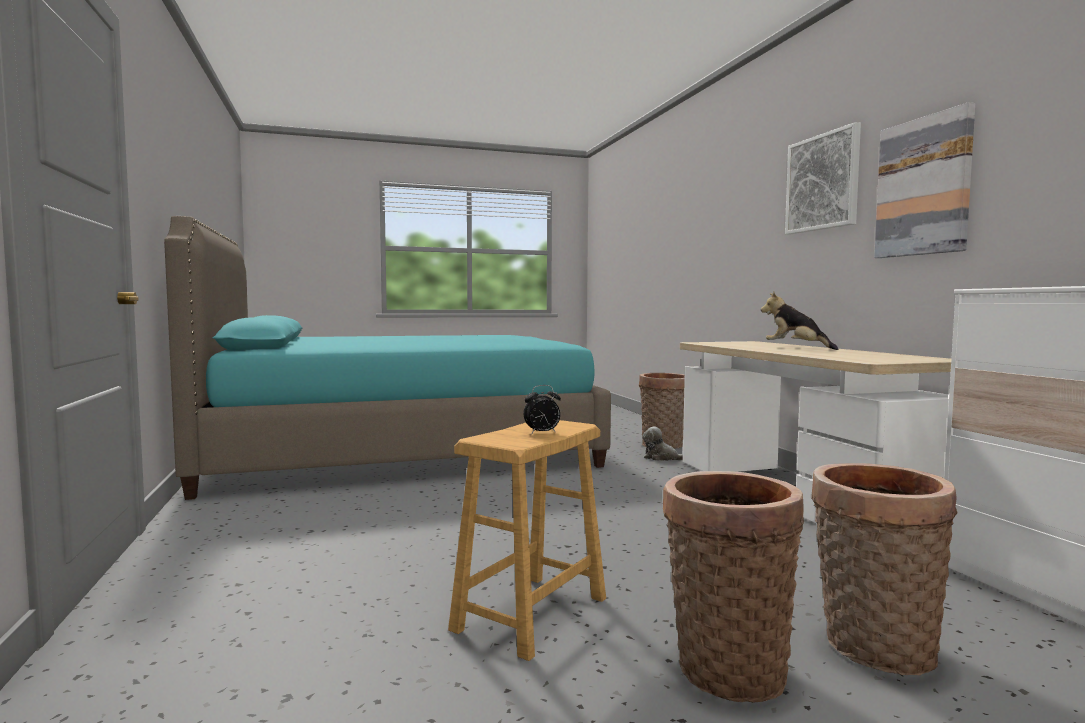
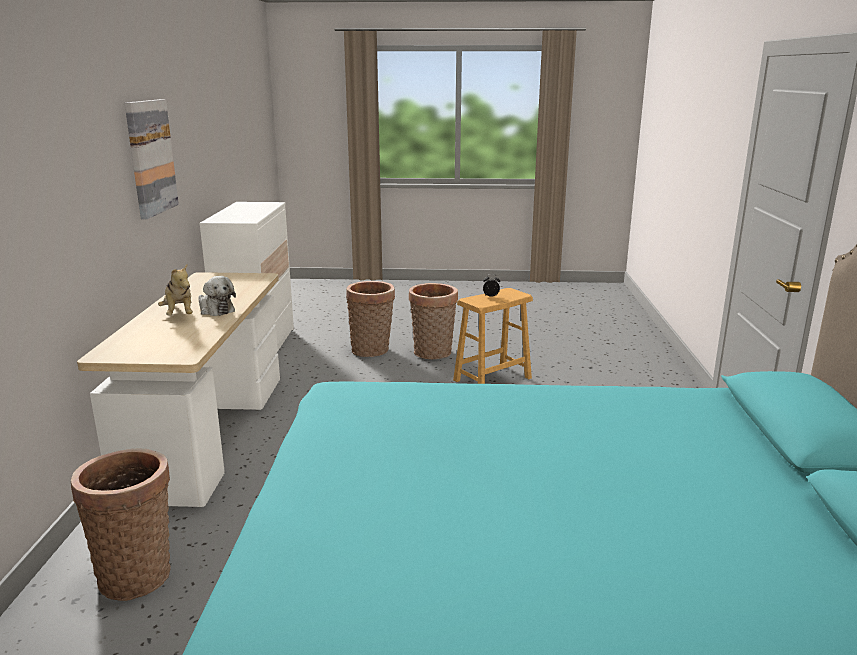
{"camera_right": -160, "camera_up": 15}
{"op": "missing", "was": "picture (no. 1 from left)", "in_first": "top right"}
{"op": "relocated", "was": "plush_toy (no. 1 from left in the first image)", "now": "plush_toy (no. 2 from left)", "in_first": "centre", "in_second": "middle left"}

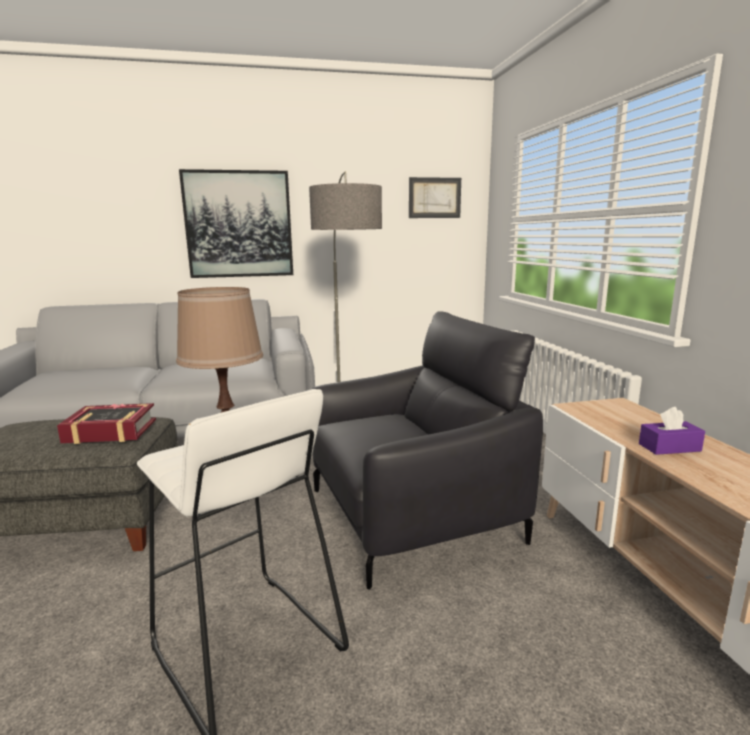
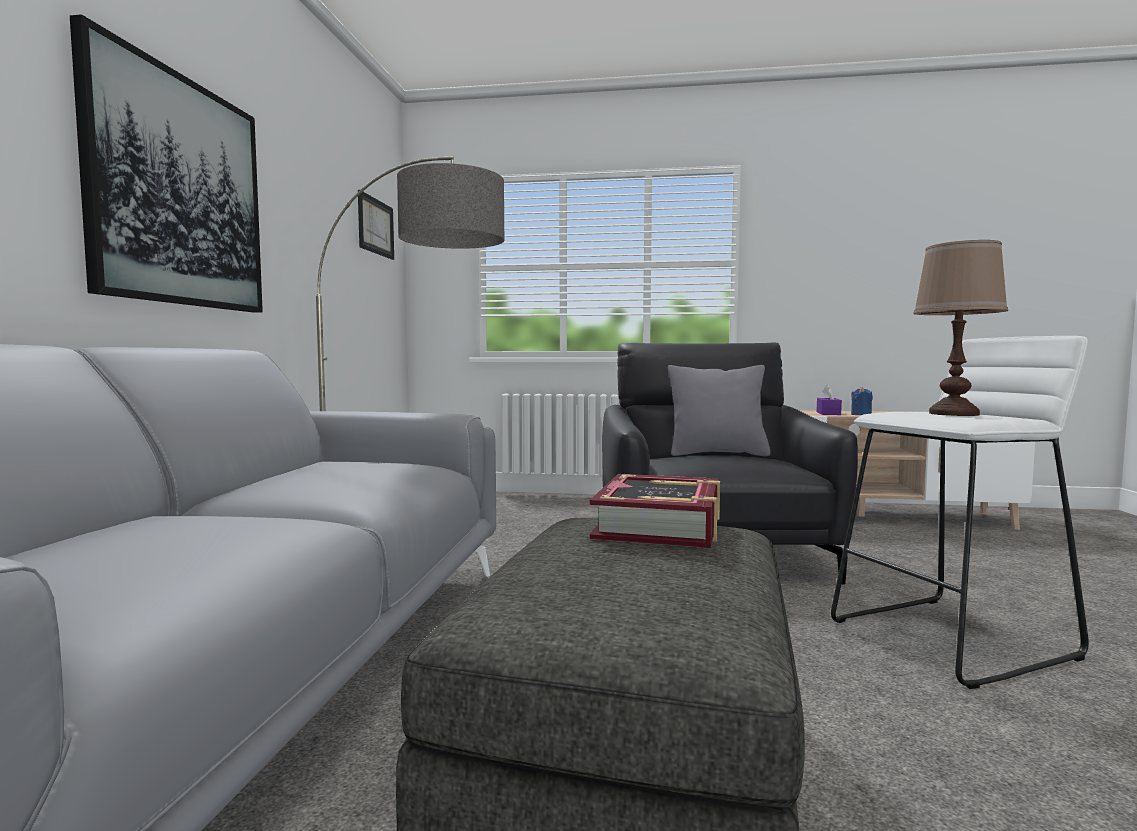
{"camera_right": -70, "camera_up": -10}
{"op": "appeared", "now": "grey_pillow", "in_second": "centre"}
{"op": "appeared", "now": "blue_candle", "in_second": "middle right"}

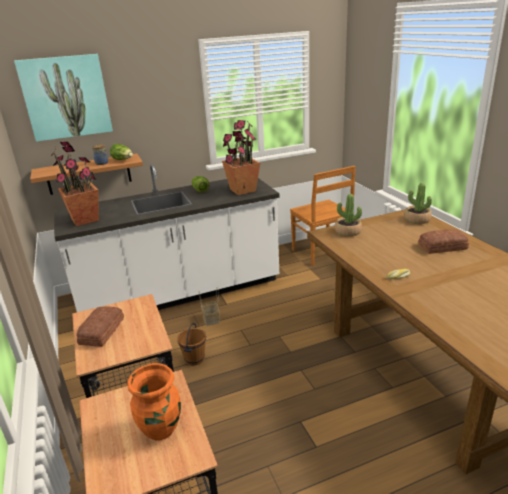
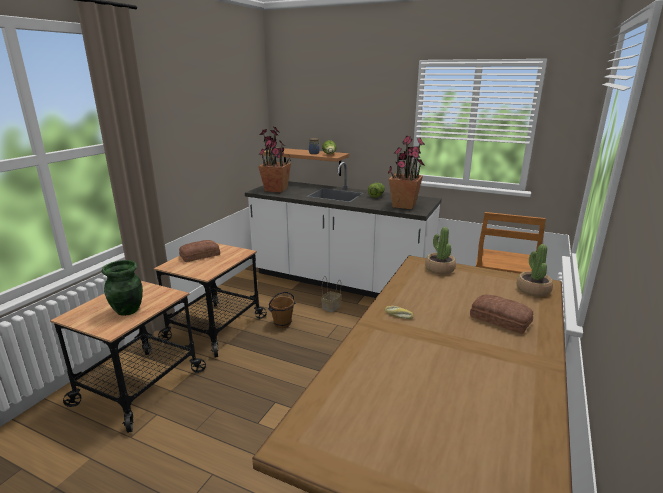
{"camera_right": 45, "camera_up": -5}
{"op": "missing", "was": "picture", "in_first": "top left"}
{"op": "colour", "was": "orange_vase", "now": "green_vase", "in_first": "bottom left", "in_second": "middle left"}

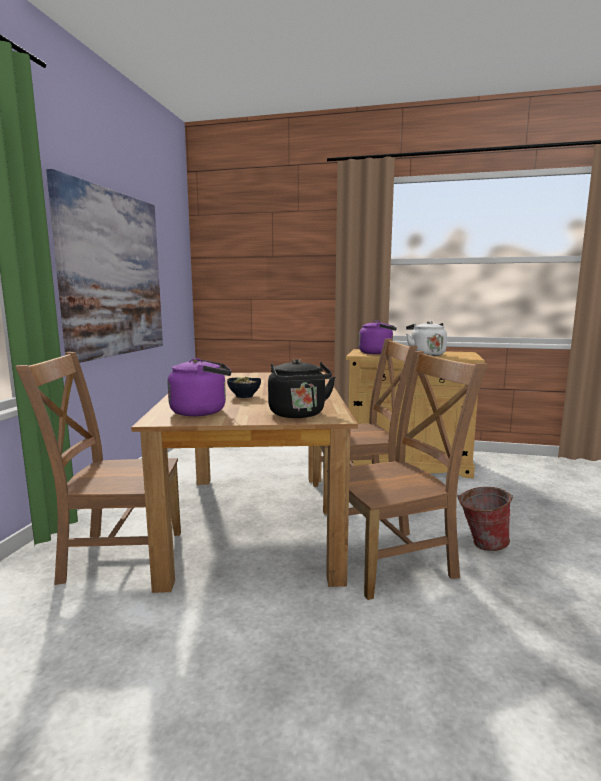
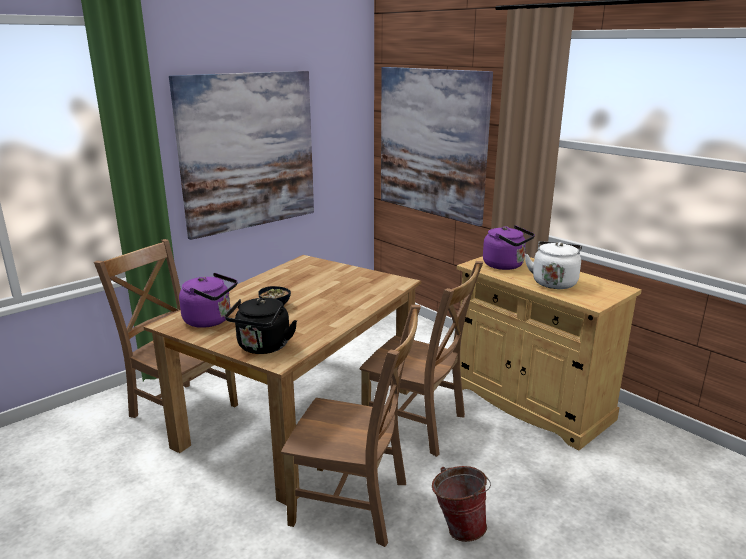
{"camera_right": 35, "camera_up": 10}
{"op": "appeared", "now": "picture (no. 2 from left)", "in_second": "top centre"}

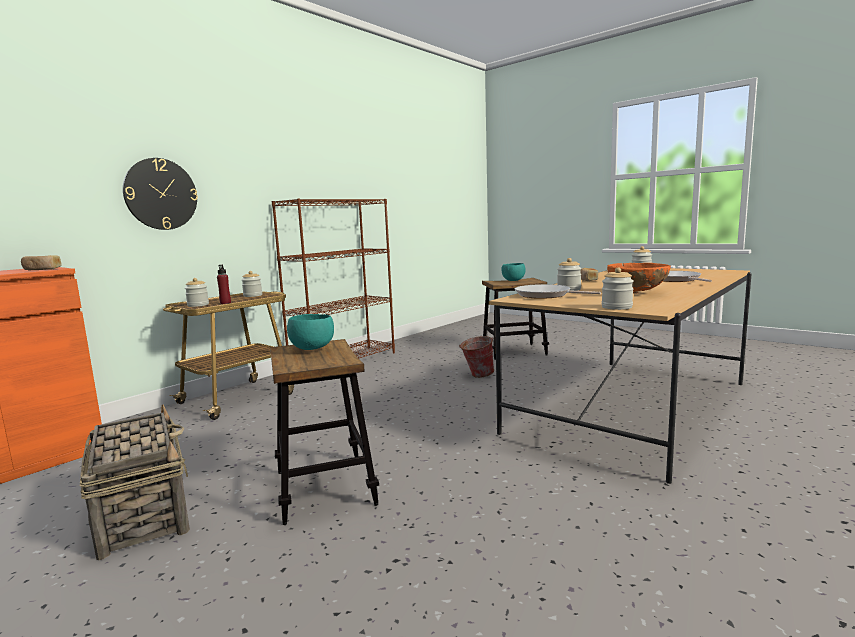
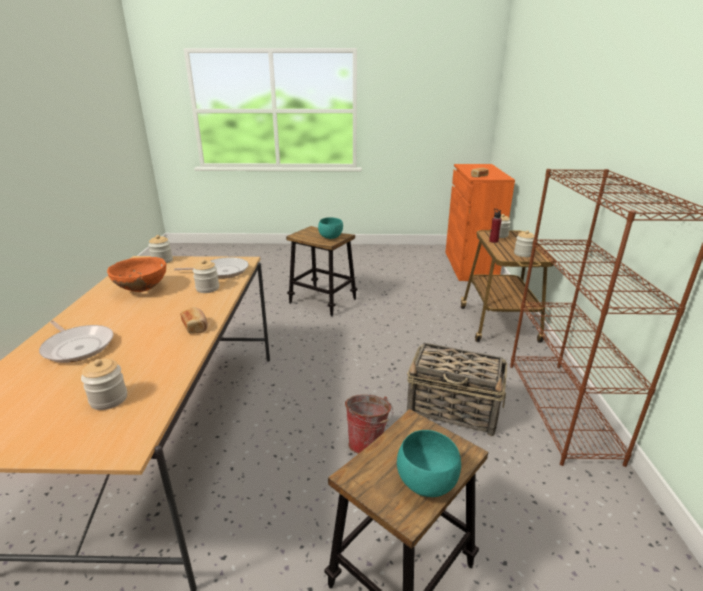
{"camera_right": 140, "camera_up": 15}
{"op": "missing", "was": "wall_clock", "in_first": "top left"}
{"op": "relocated", "was": "basket", "in_first": "bottom left", "in_second": "centre"}

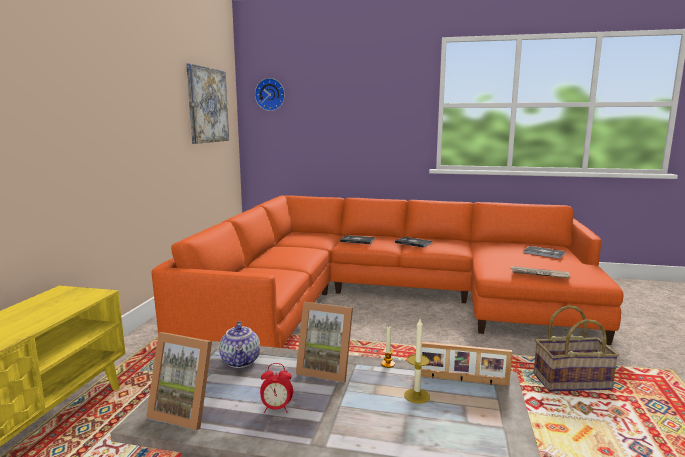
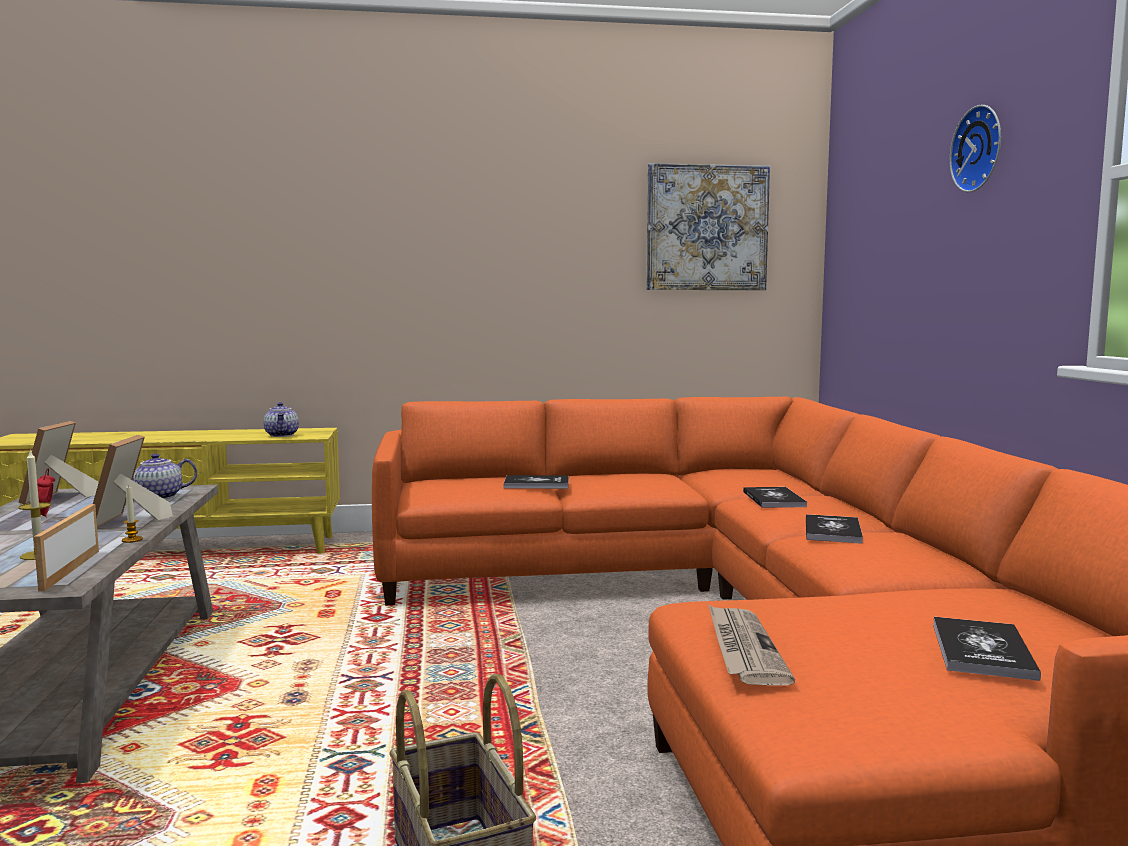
{"camera_right": 70, "camera_up": -5}
{"op": "appeared", "now": "teapot (no. 2 from left)", "in_second": "middle left"}
{"op": "appeared", "now": "book (no. 1 from left)", "in_second": "centre"}
{"op": "relocated", "was": "wall_clock", "in_first": "top centre", "in_second": "top right"}

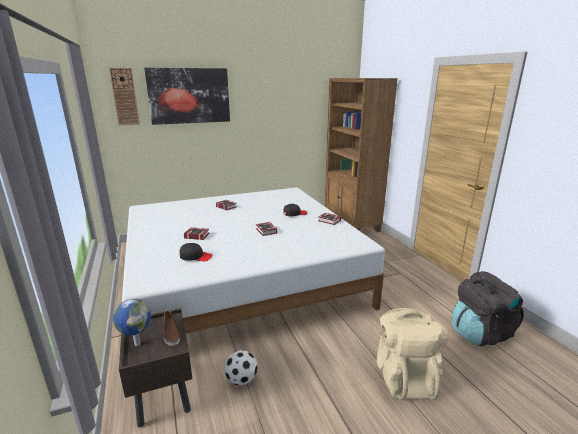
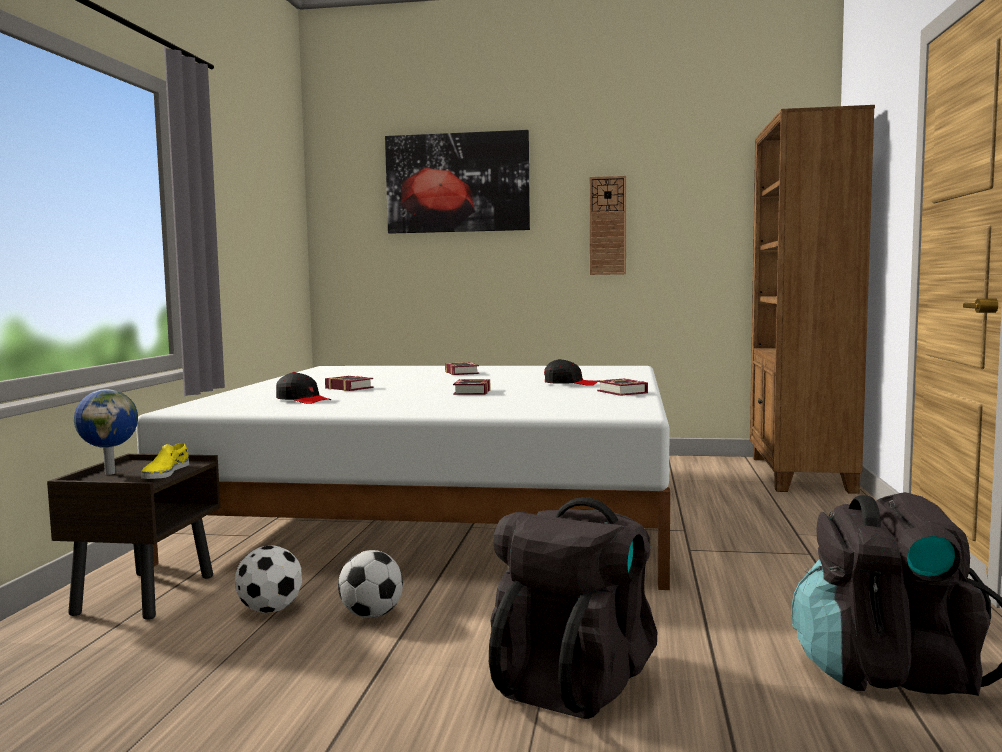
{"camera_right": 30, "camera_up": -15}
{"op": "appeared", "now": "football (no. 2 from left)", "in_second": "bottom centre"}
{"op": "relocated", "was": "wall_clock", "in_first": "top left", "in_second": "top centre"}
{"op": "colour", "was": "brown_shoe", "now": "yellow_shoe", "in_first": "bottom left", "in_second": "middle left"}
{"op": "colour", "was": "beige_backpack", "now": "black_backpack (no. 1 from left)", "in_first": "bottom right", "in_second": "bottom centre"}

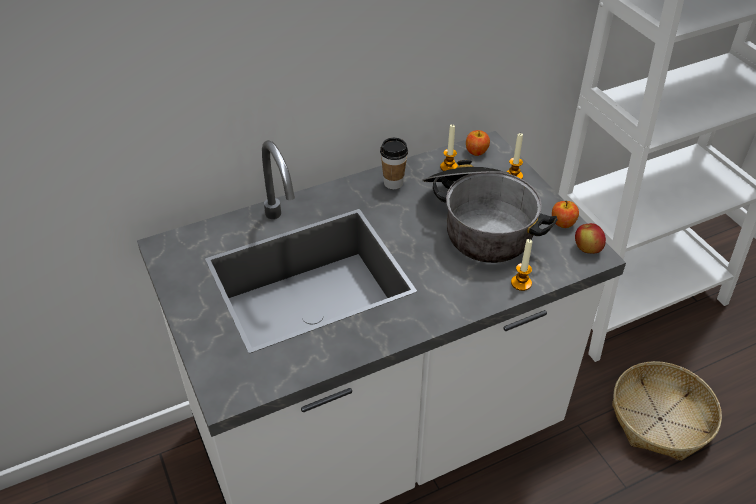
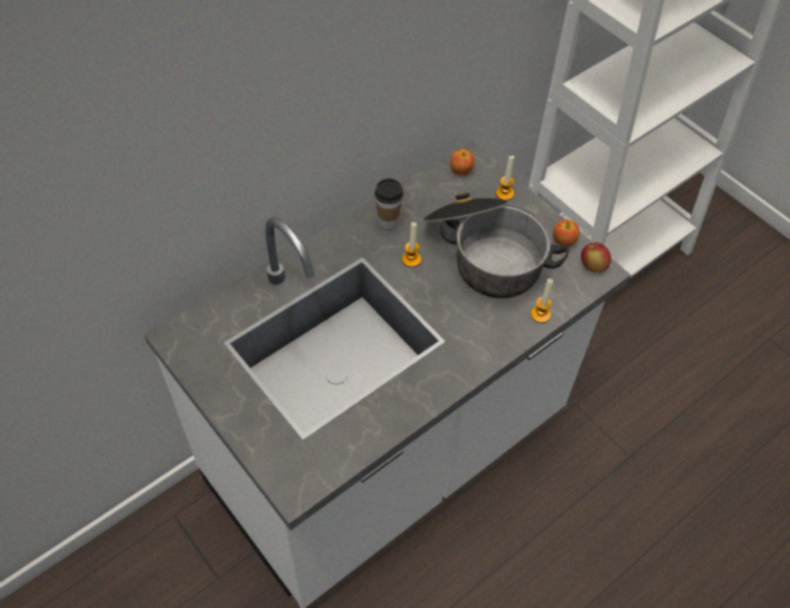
{"camera_right": -15, "camera_up": 10}
{"op": "missing", "was": "basket", "in_first": "bottom right"}
{"op": "relocated", "was": "candle (no. 1 from left)", "in_first": "top centre", "in_second": "centre"}

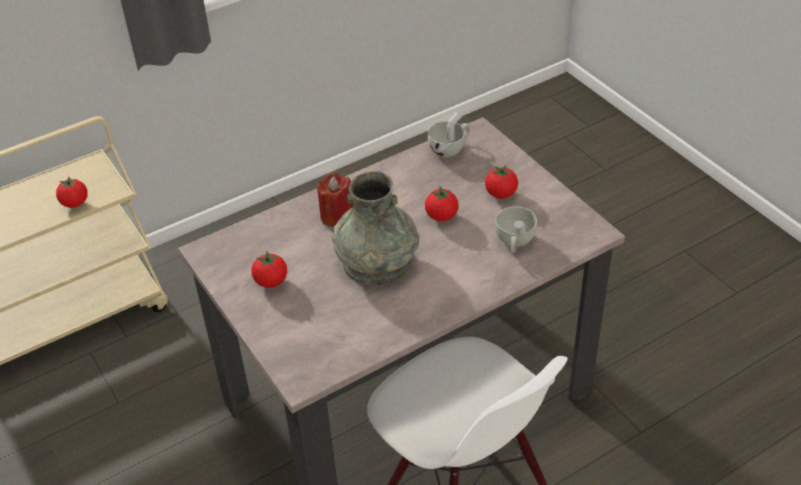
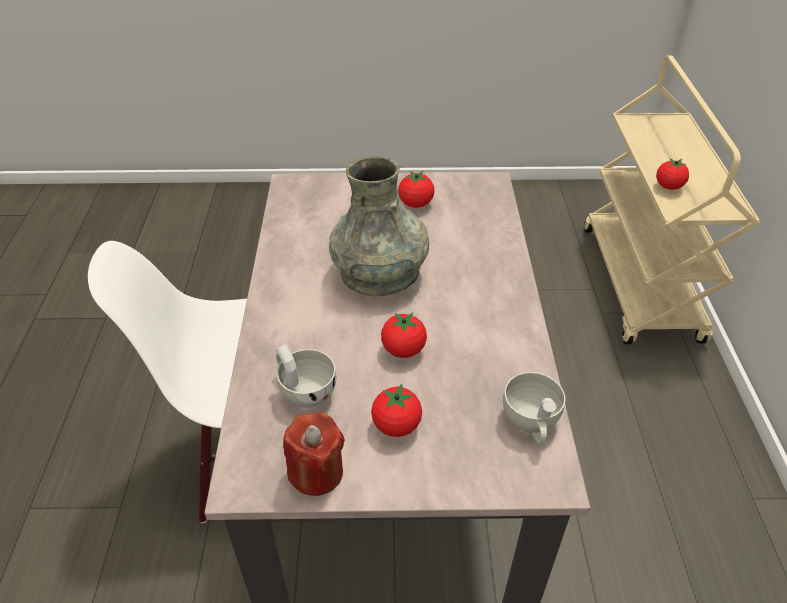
{"camera_right": 120, "camera_up": 0}
{"op": "relocated", "was": "red_candle", "in_first": "centre", "in_second": "bottom centre"}

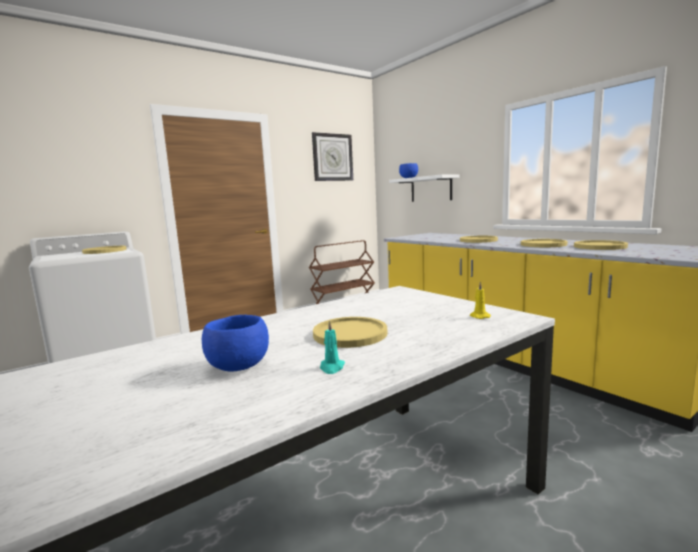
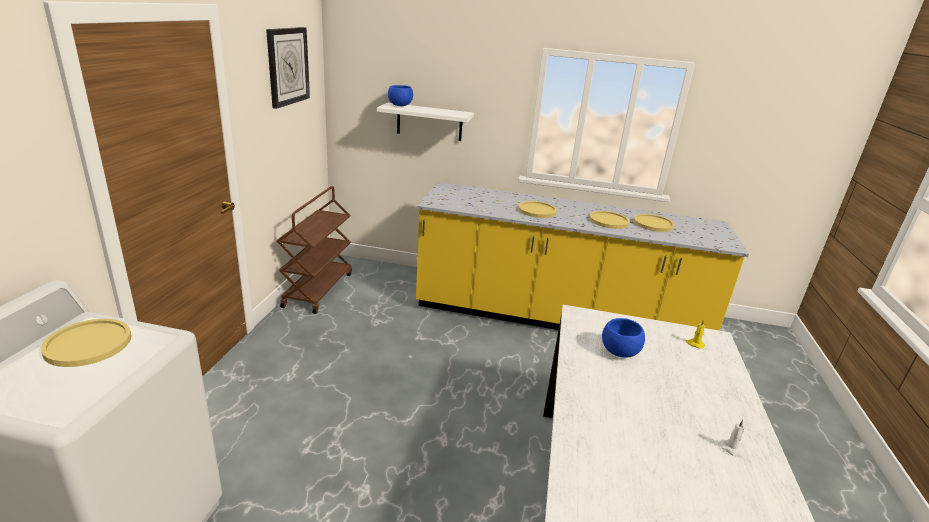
{"camera_right": -45, "camera_up": 15}
{"op": "missing", "was": "yellow_plate (no. 2 from left)", "in_first": "centre"}
{"op": "relocated", "was": "blue_bowl (no. 1 from left in the first image)", "now": "blue_bowl (no. 2 from left)", "in_first": "centre", "in_second": "middle right"}
{"op": "colour", "was": "turquoise_candle", "now": "white_candle", "in_first": "centre", "in_second": "bottom right"}

